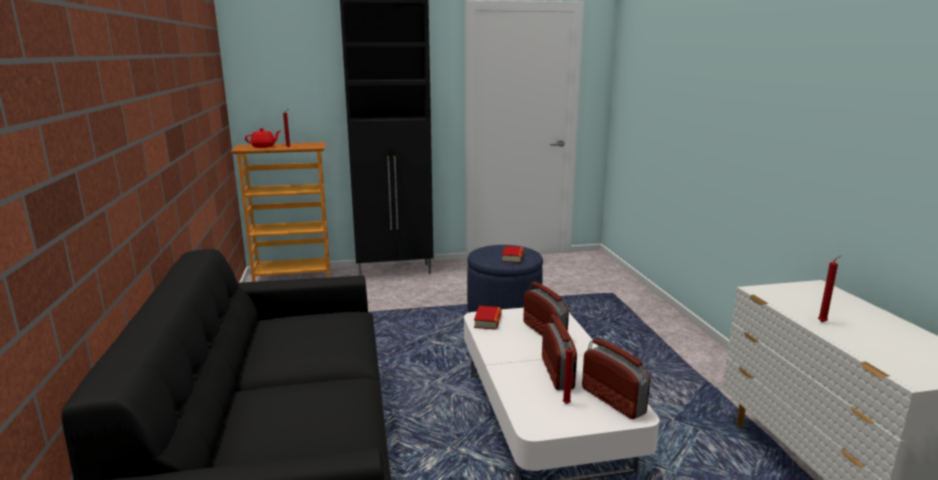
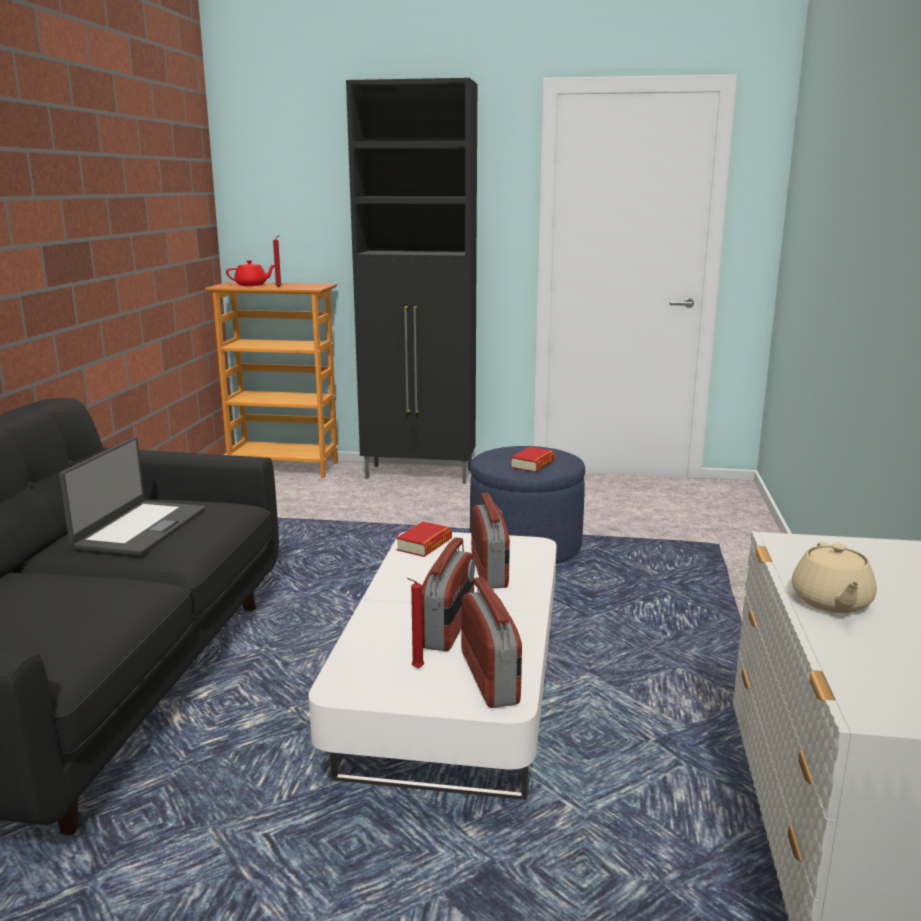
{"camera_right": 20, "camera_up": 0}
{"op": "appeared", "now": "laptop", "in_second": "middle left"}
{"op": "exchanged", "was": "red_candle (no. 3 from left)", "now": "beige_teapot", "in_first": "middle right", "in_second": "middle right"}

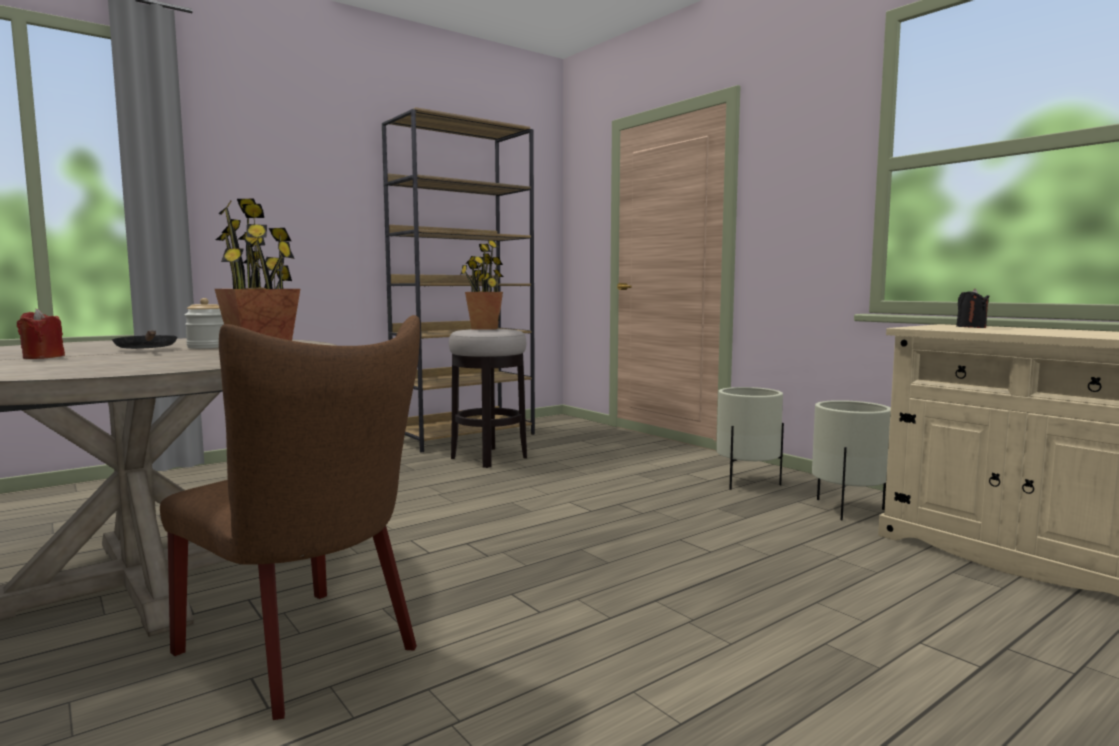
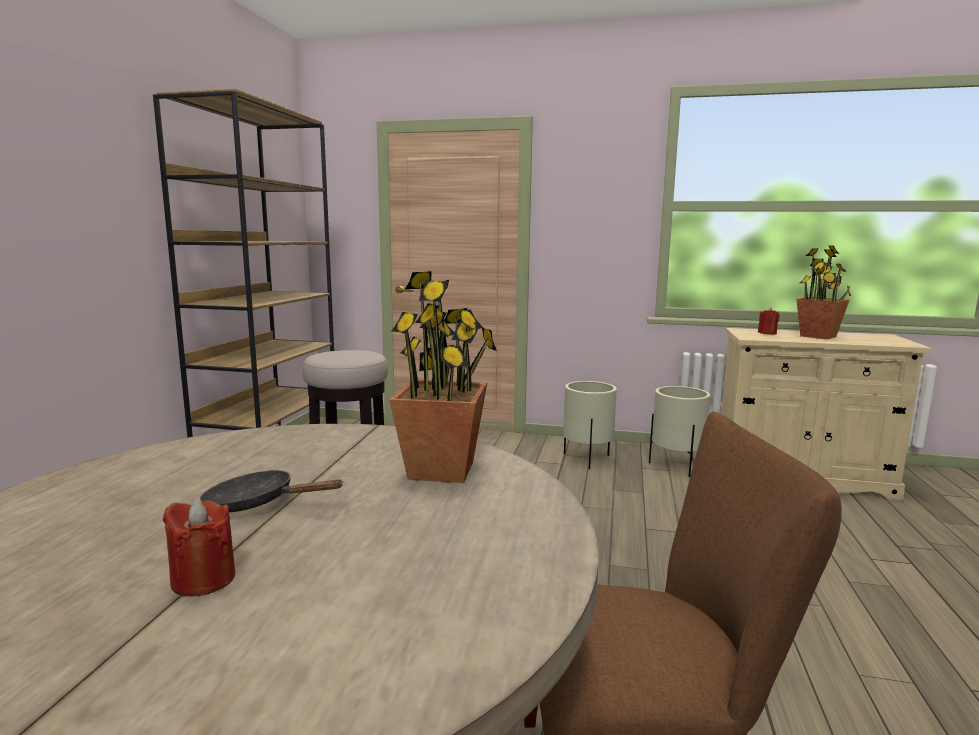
{"camera_right": -40, "camera_up": 5}
{"op": "missing", "was": "jar", "in_first": "middle left"}
{"op": "relocated", "was": "potted_plant (no. 2 from left)", "in_first": "centre", "in_second": "middle right"}
{"op": "colour", "was": "black_candle", "now": "red_candle (no. 2 from left)", "in_first": "middle right", "in_second": "middle right"}

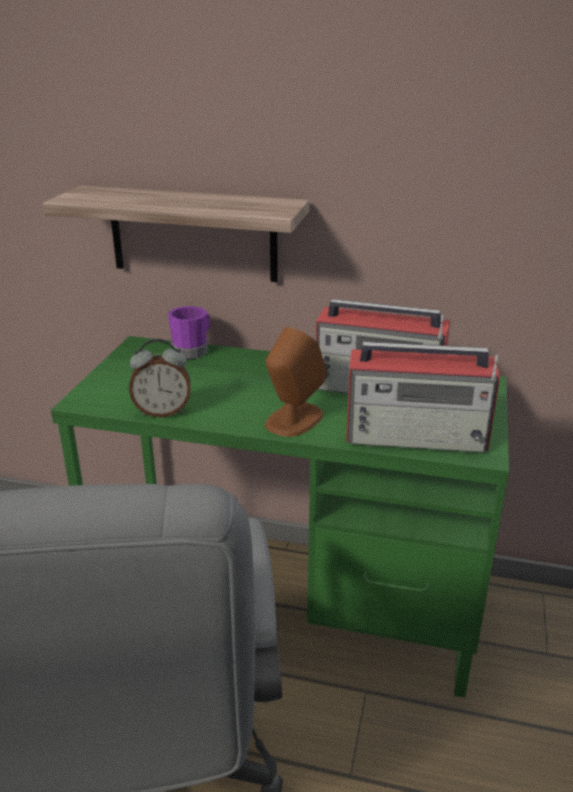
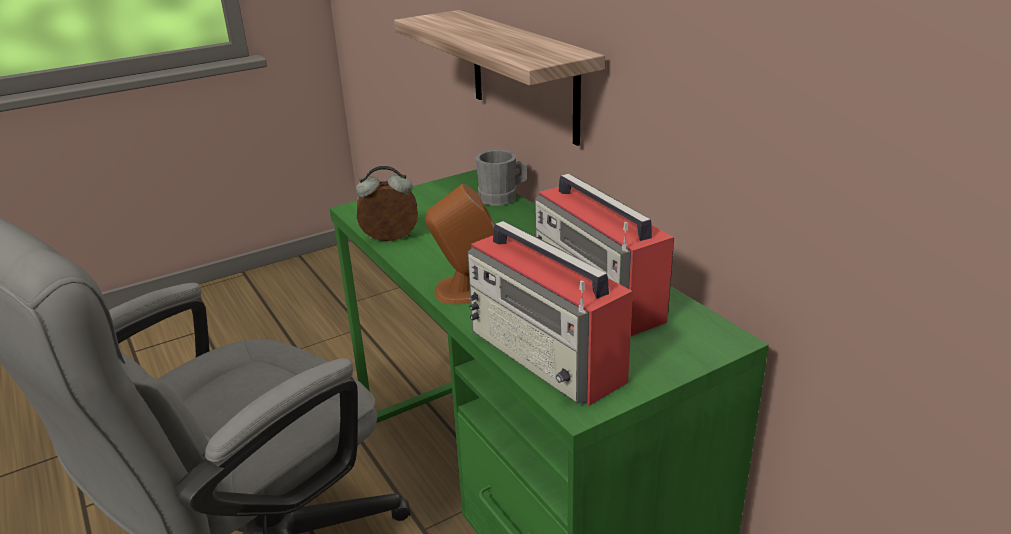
{"camera_right": 45, "camera_up": 0}
{"op": "colour", "was": "purple_mug", "now": "grey_mug", "in_first": "middle left", "in_second": "centre"}
{"op": "spun", "was": "alarm_clock", "in_first": "middle left", "in_second": "centre", "clockwise": 135}

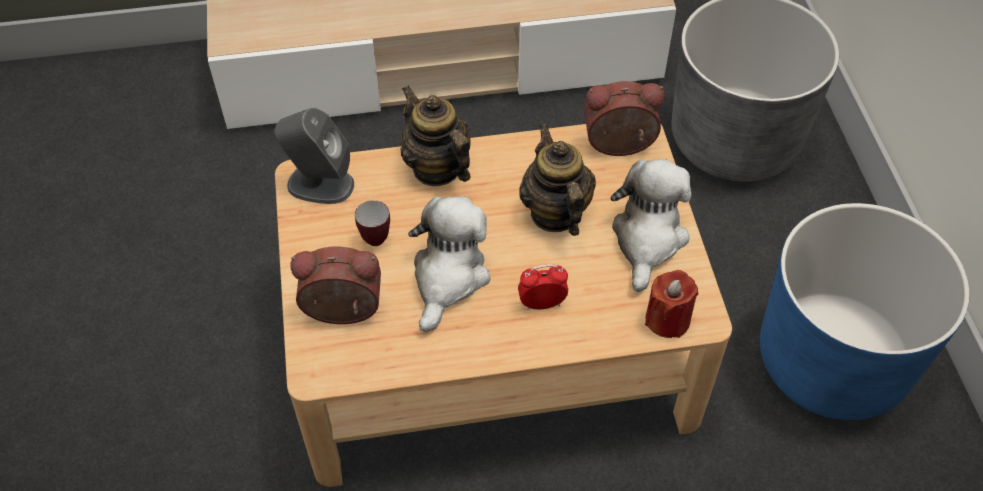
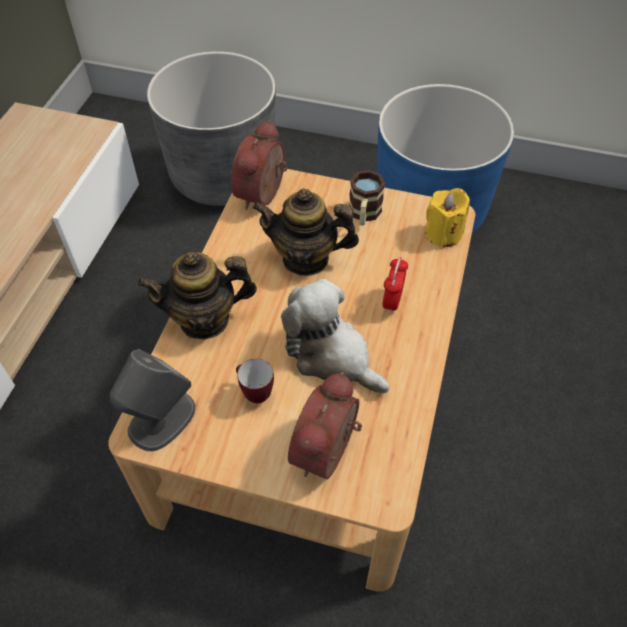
{"camera_right": -65, "camera_up": 0}
{"op": "exchanged", "was": "plush_toy (no. 2 from left)", "now": "mug (no. 2 from left)", "in_first": "centre", "in_second": "top centre"}
{"op": "colour", "was": "red_candle", "now": "yellow_candle", "in_first": "middle right", "in_second": "middle right"}

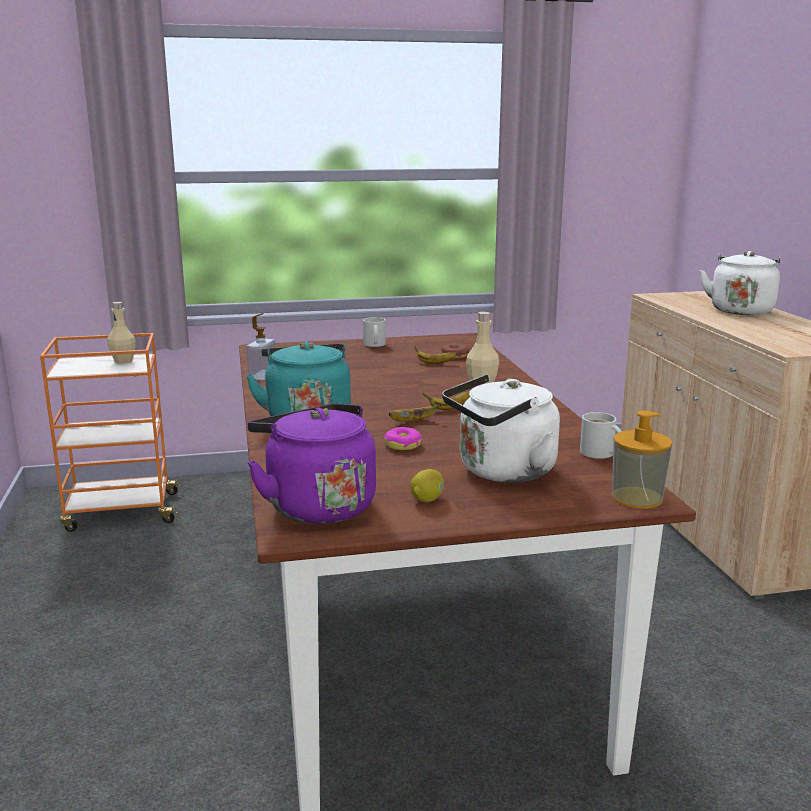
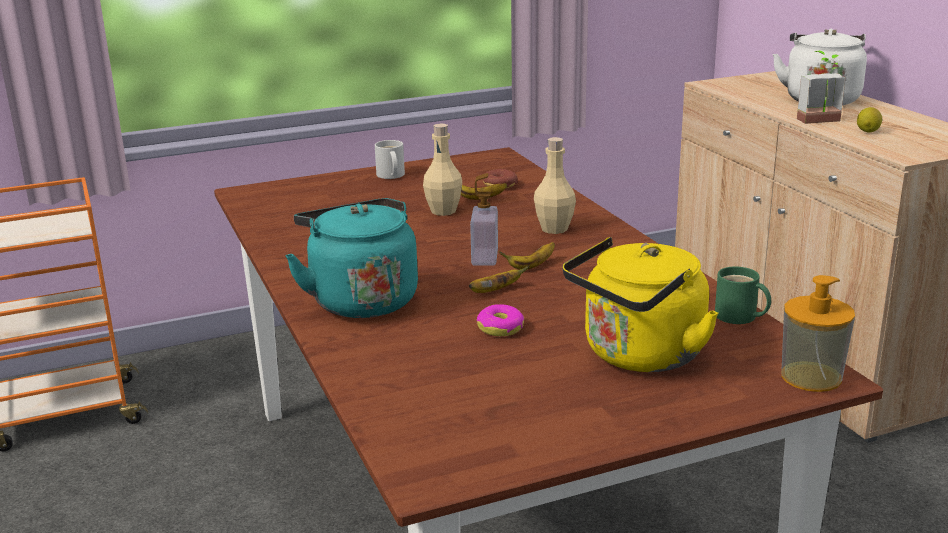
{"camera_right": -10, "camera_up": 5}
{"op": "missing", "was": "purple_kettle", "in_first": "centre"}
{"op": "appeared", "now": "potted_plant", "in_second": "top right"}
{"op": "relocated", "was": "beige_bottle (no. 1 from left)", "in_first": "middle left", "in_second": "top centre"}
{"op": "relocated", "was": "soap_dispenser (no. 1 from left)", "in_first": "middle left", "in_second": "centre"}
{"op": "relocated", "was": "lemon", "in_first": "centre", "in_second": "top right"}
{"op": "colour", "was": "white_kettle (no. 1 from left)", "now": "yellow_kettle", "in_first": "centre", "in_second": "middle right"}
{"op": "colour", "was": "white_mug (no. 2 from left)", "now": "green_mug", "in_first": "middle right", "in_second": "middle right"}

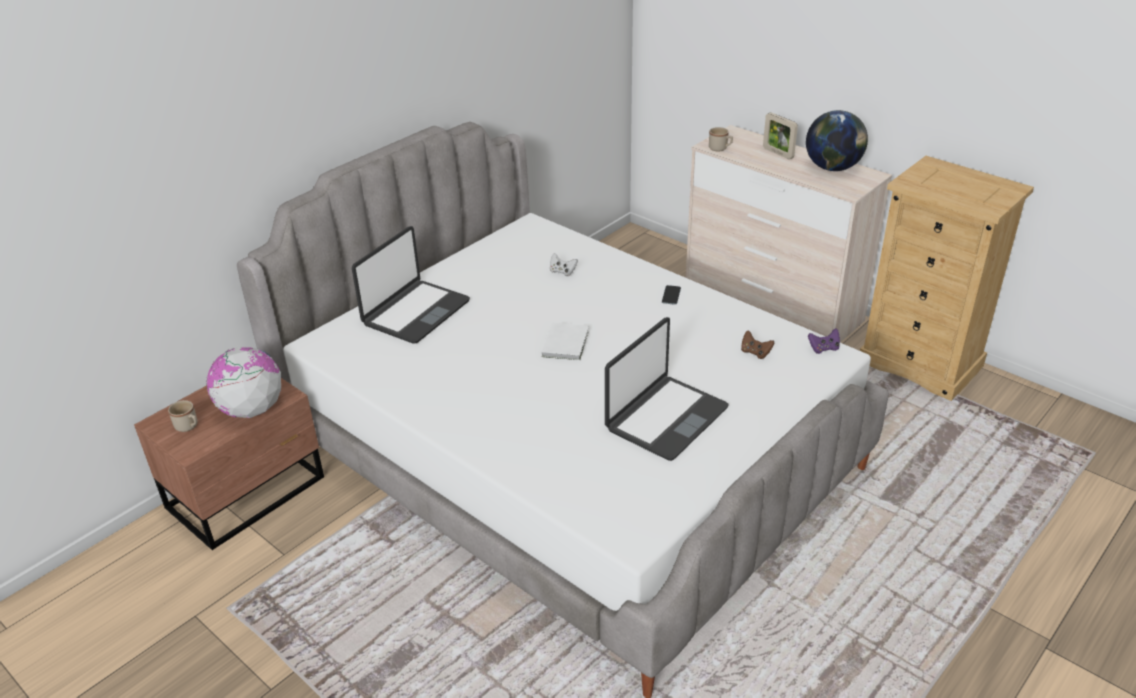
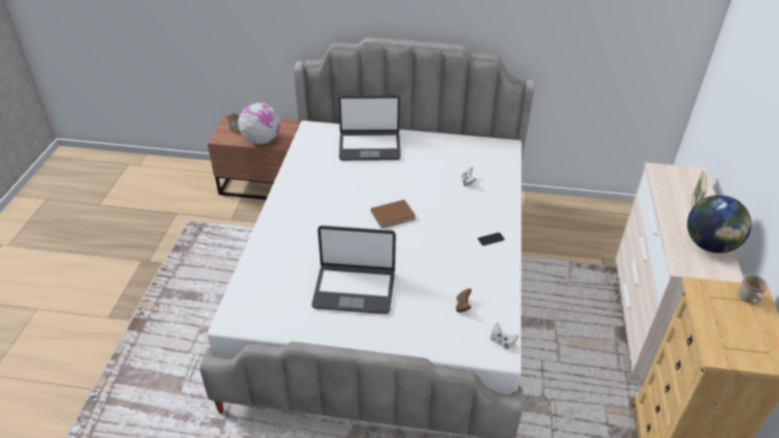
{"camera_right": 55, "camera_up": 5}
{"op": "relocated", "was": "beige_mug (no. 2 from left)", "in_first": "top centre", "in_second": "middle right"}
{"op": "colour", "was": "white_book", "now": "brown_book", "in_first": "centre", "in_second": "centre"}
{"op": "colour", "was": "purple_game_controller", "now": "white_game_controller (no. 2 from left)", "in_first": "middle right", "in_second": "bottom centre"}

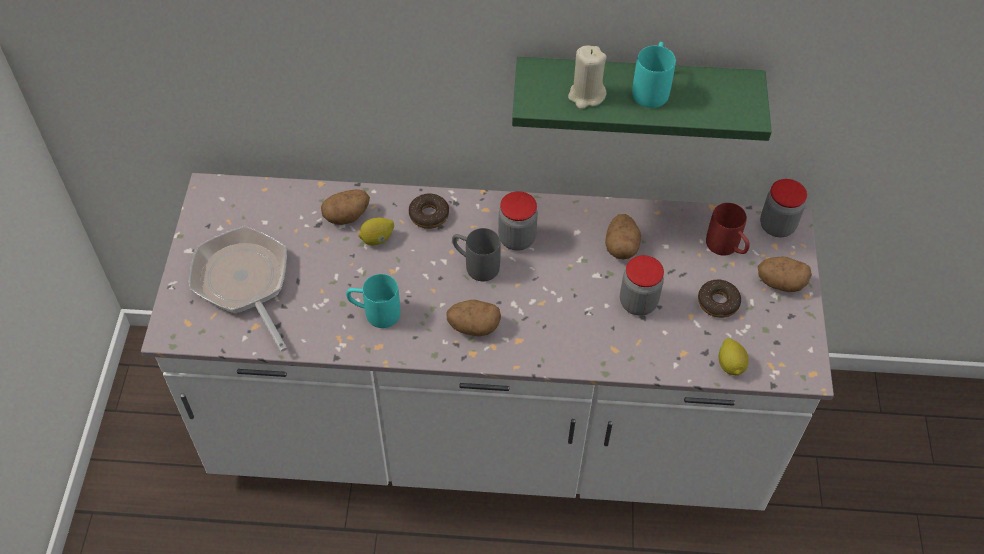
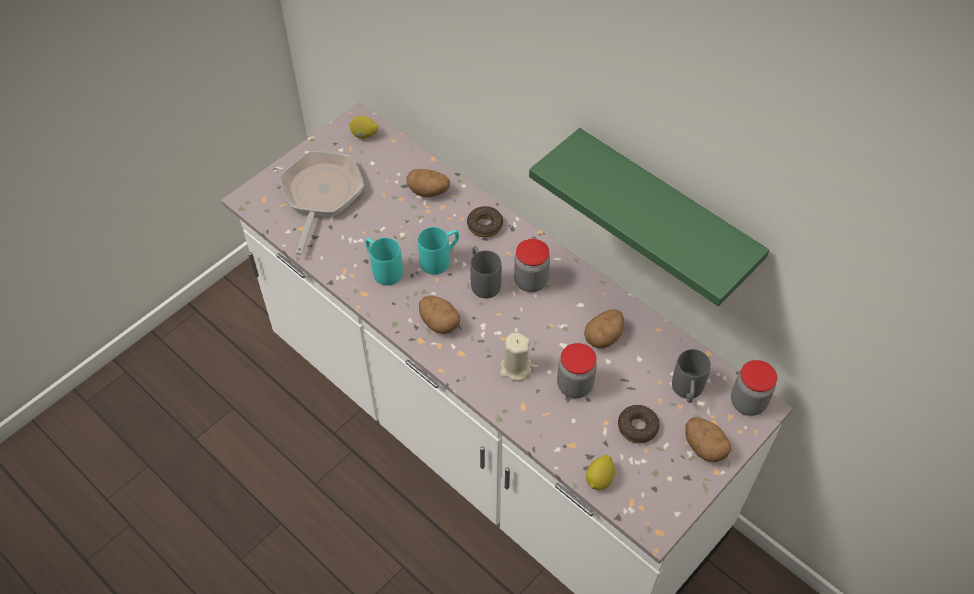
{"camera_right": 40, "camera_up": 0}
{"op": "relocated", "was": "lemon (no. 1 from left)", "in_first": "centre", "in_second": "top centre"}
{"op": "relocated", "was": "beige_candle", "in_first": "top centre", "in_second": "centre"}
{"op": "relocated", "was": "turquoise_mug (no. 2 from left)", "in_first": "top centre", "in_second": "centre"}
{"op": "colour", "was": "red_mug", "now": "grey_mug (no. 2 from left)", "in_first": "middle right", "in_second": "middle right"}

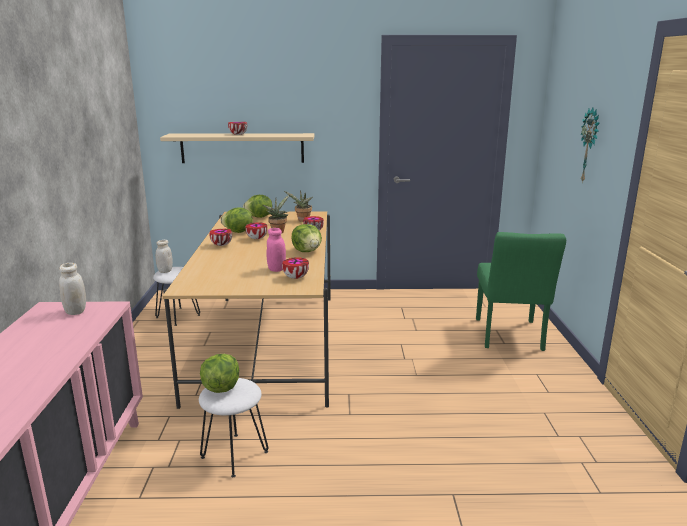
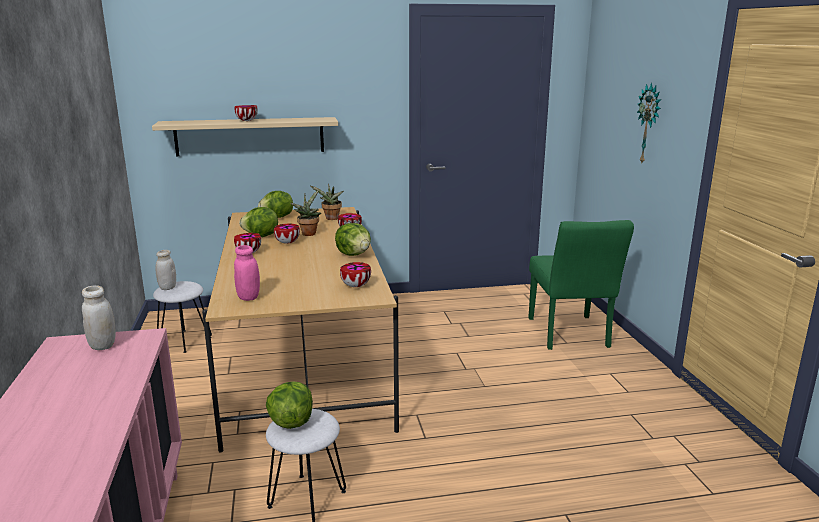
{"camera_right": -10, "camera_up": 0}
{"op": "relocated", "was": "pink_jar", "in_first": "centre", "in_second": "middle left"}

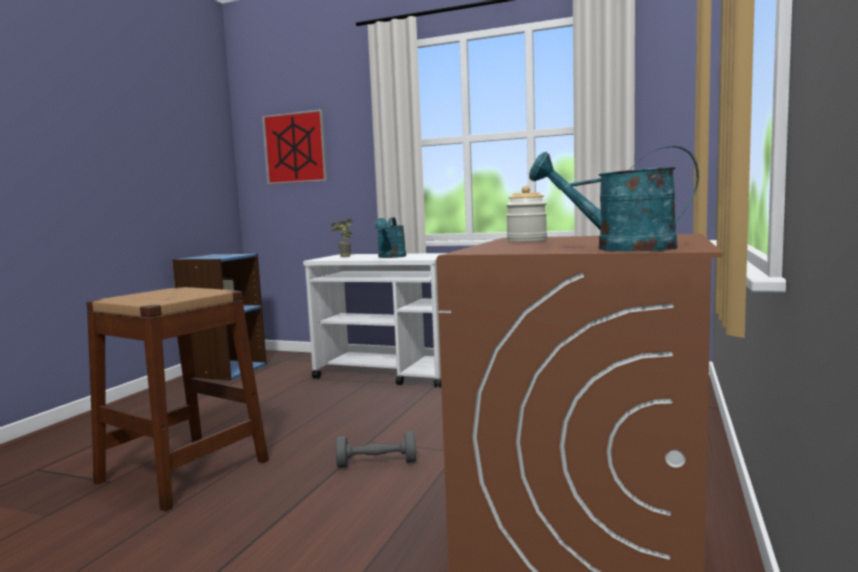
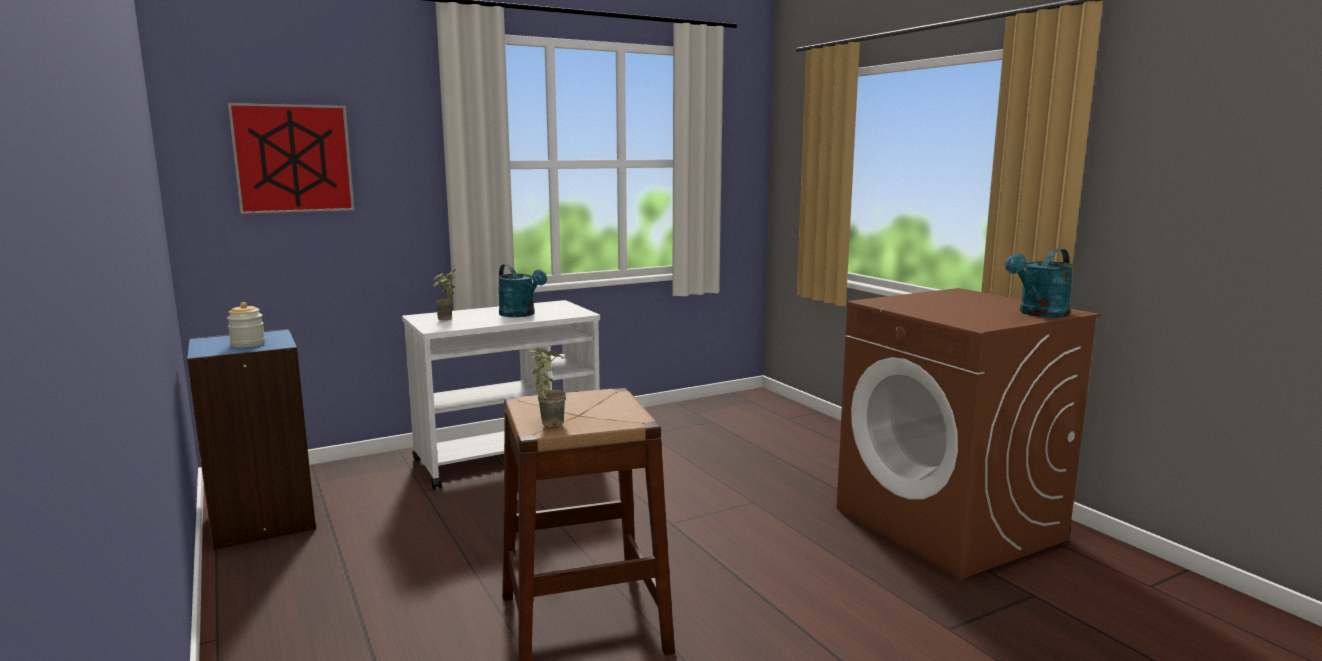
{"camera_right": -50, "camera_up": 5}
{"op": "missing", "was": "grey_dumbbell", "in_first": "bottom centre"}
{"op": "appeared", "now": "potted_plant (no. 2 from left)", "in_second": "centre"}
{"op": "relocated", "was": "jar", "in_first": "centre", "in_second": "middle left"}

